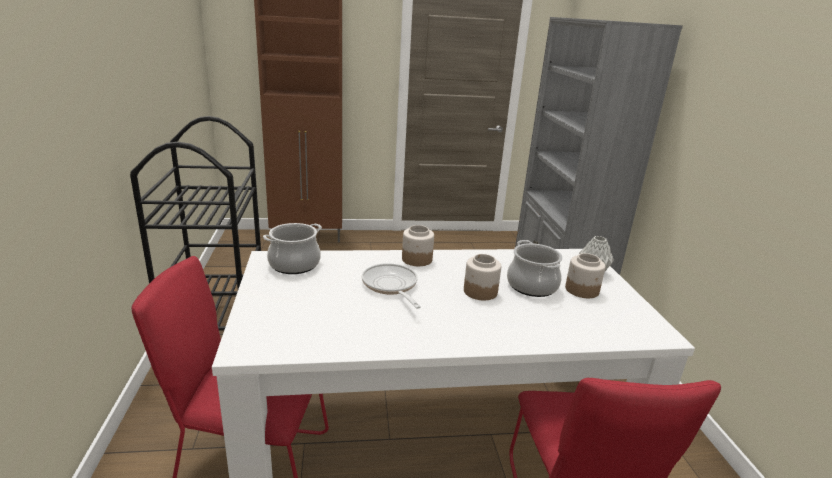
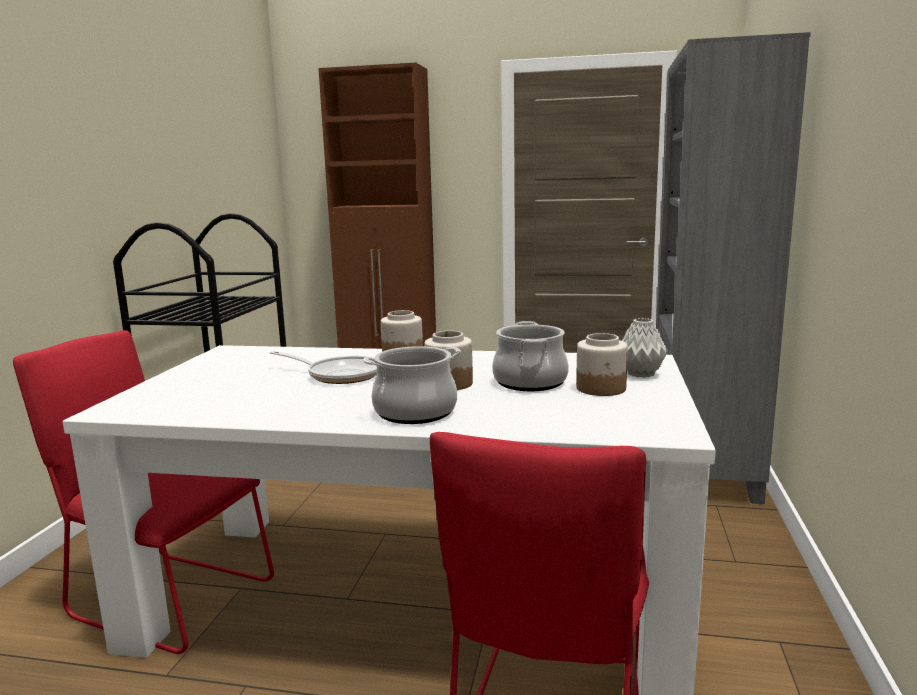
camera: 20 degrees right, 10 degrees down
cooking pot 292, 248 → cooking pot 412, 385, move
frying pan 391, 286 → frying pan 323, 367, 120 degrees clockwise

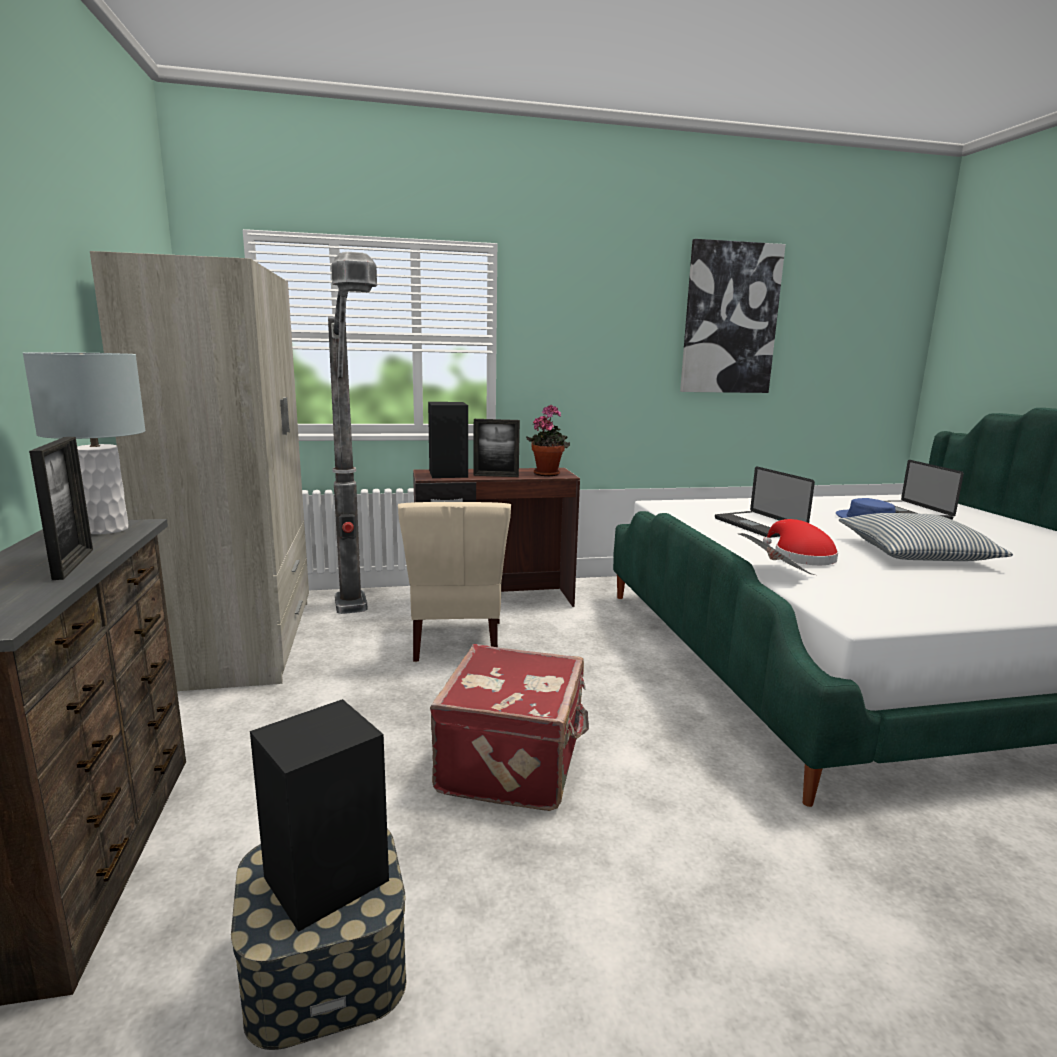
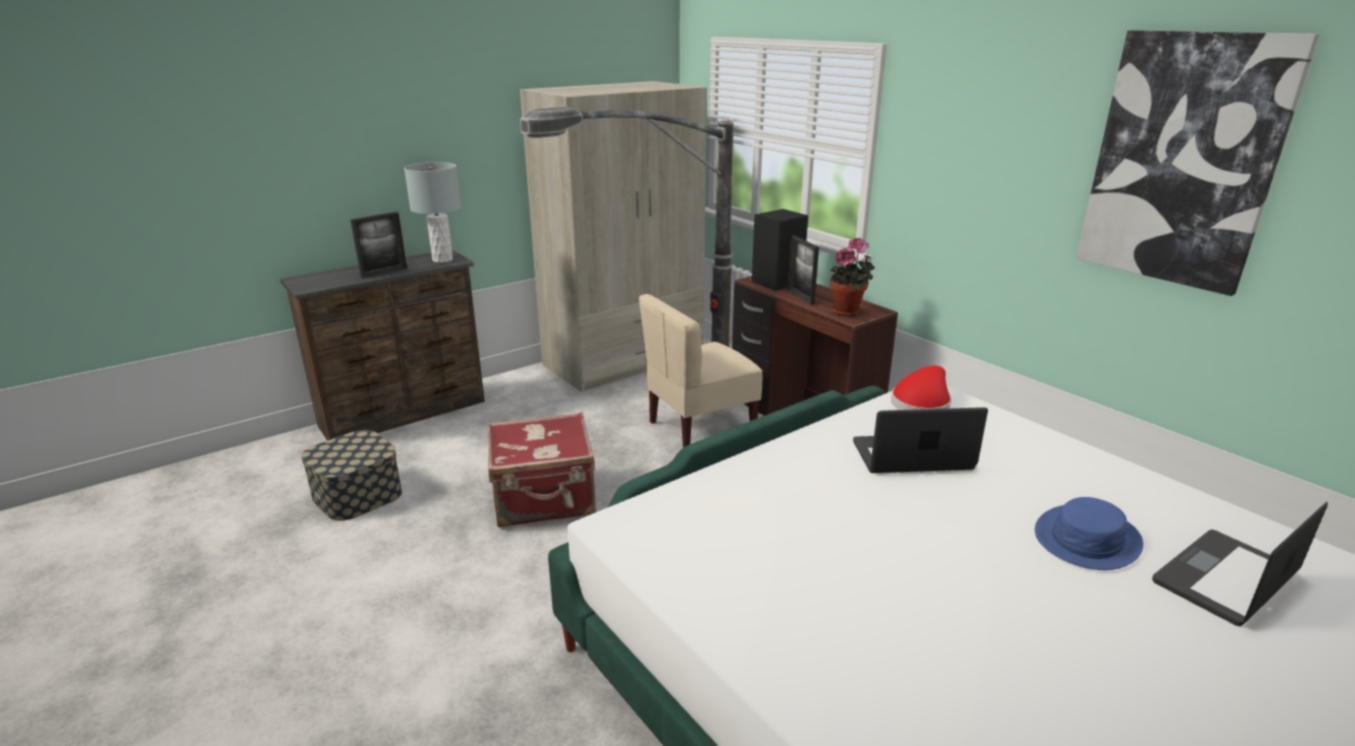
camera: 65 degrees right, 10 degrees up
black speaker 319, 815 → -
newspaper 777, 554 → -
pillow 926, 537 → -
red hat 801, 542 → red hat 921, 387, move
laptop 765, 502 → laptop 920, 440, 45 degrees clockwise

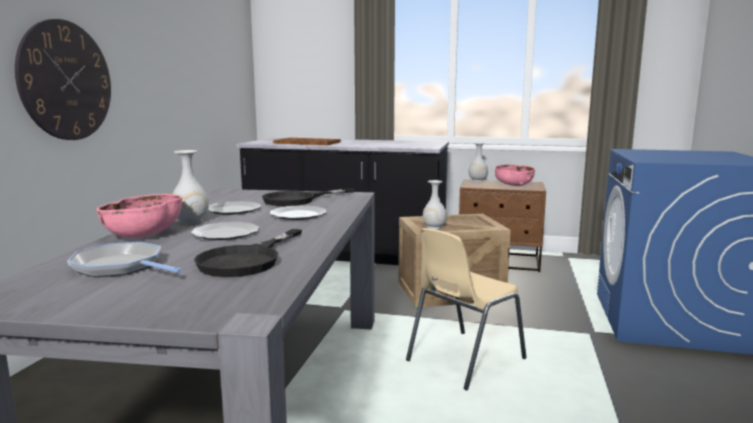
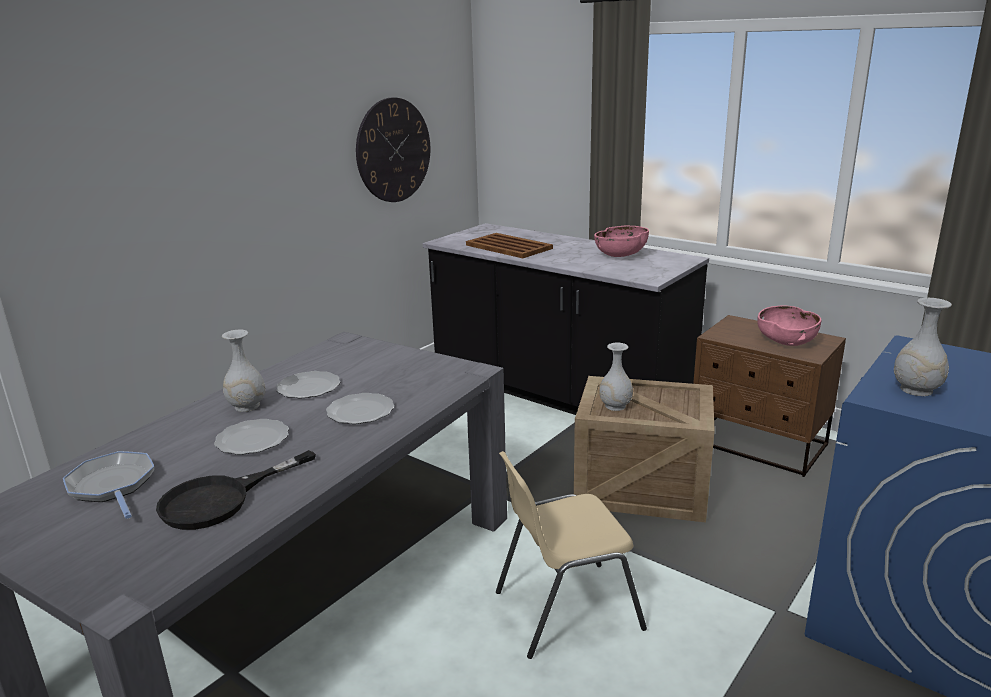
camera: 25 degrees right, 10 degrees up
black frying pan 308, 197 → -
wall clock 63, 79 → wall clock 393, 149, move
pink bowl 139, 216 → pink bowl 621, 241, move
white vase 478, 162 → white vase 923, 347, move

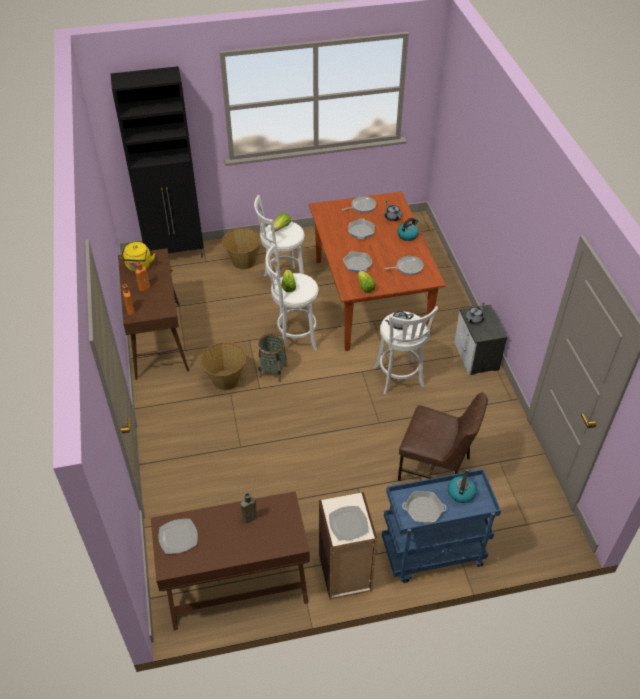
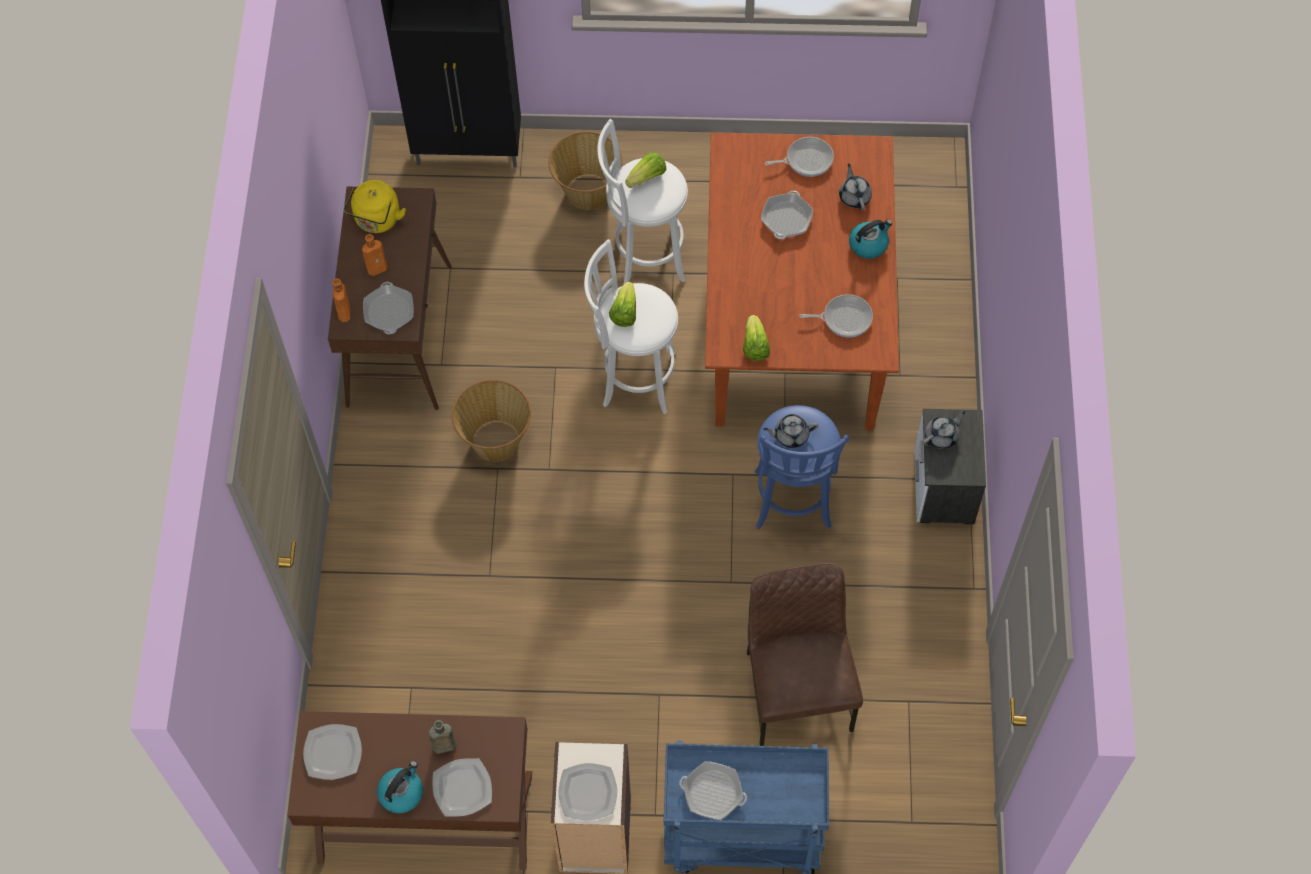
camera: 15 degrees right, 15 degrees up
basket 272, 358 → -
- → plate 462, 787
frying pan 358, 261 → frying pan 388, 308, move
kettle 462, 486 → kettle 400, 787, move
white stool 406, 350 → blue stool 801, 467
brown chair 443, 436 → brown chair 805, 654, 135 degrees counterclockwise

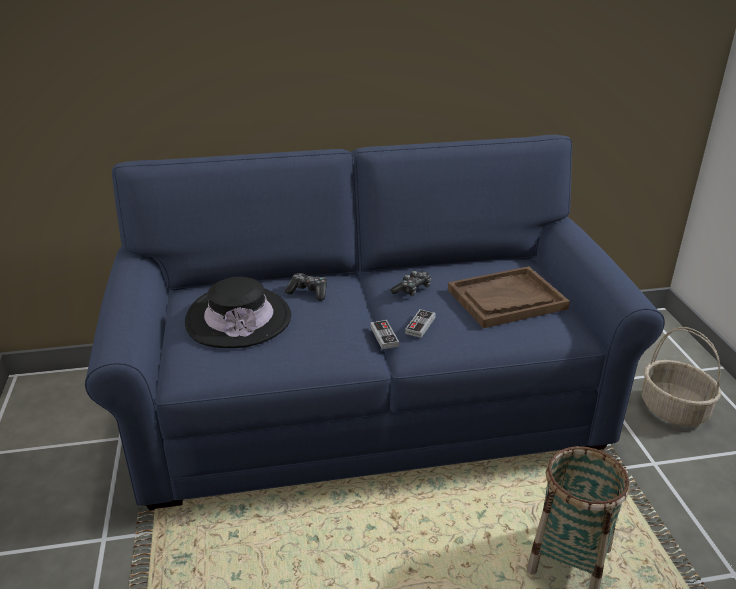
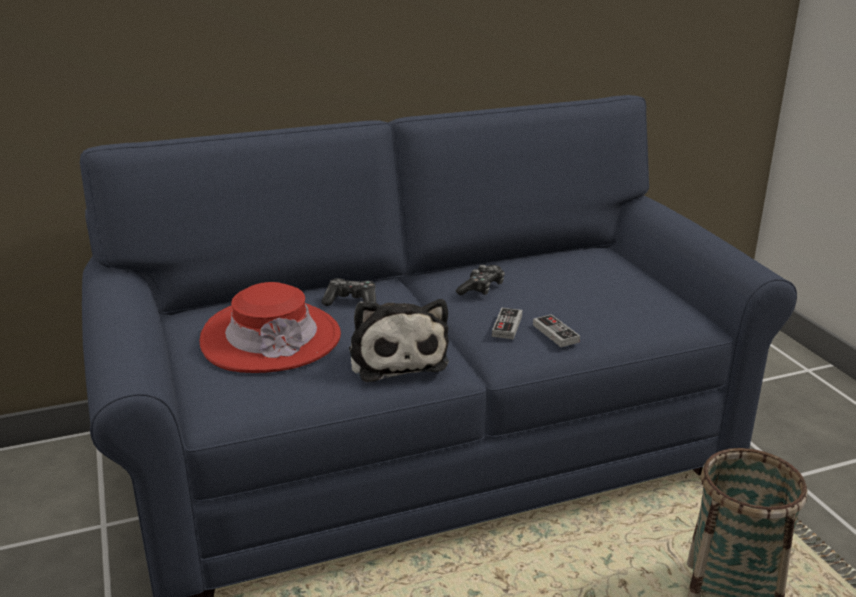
camera: 10 degrees left, 5 degrees down
brown tray 509, 297 → -
basket 681, 376 → -
- → plush toy 399, 340
game controller 384, 334 → game controller 556, 330, move
black hat 238, 312 → red hat 270, 327

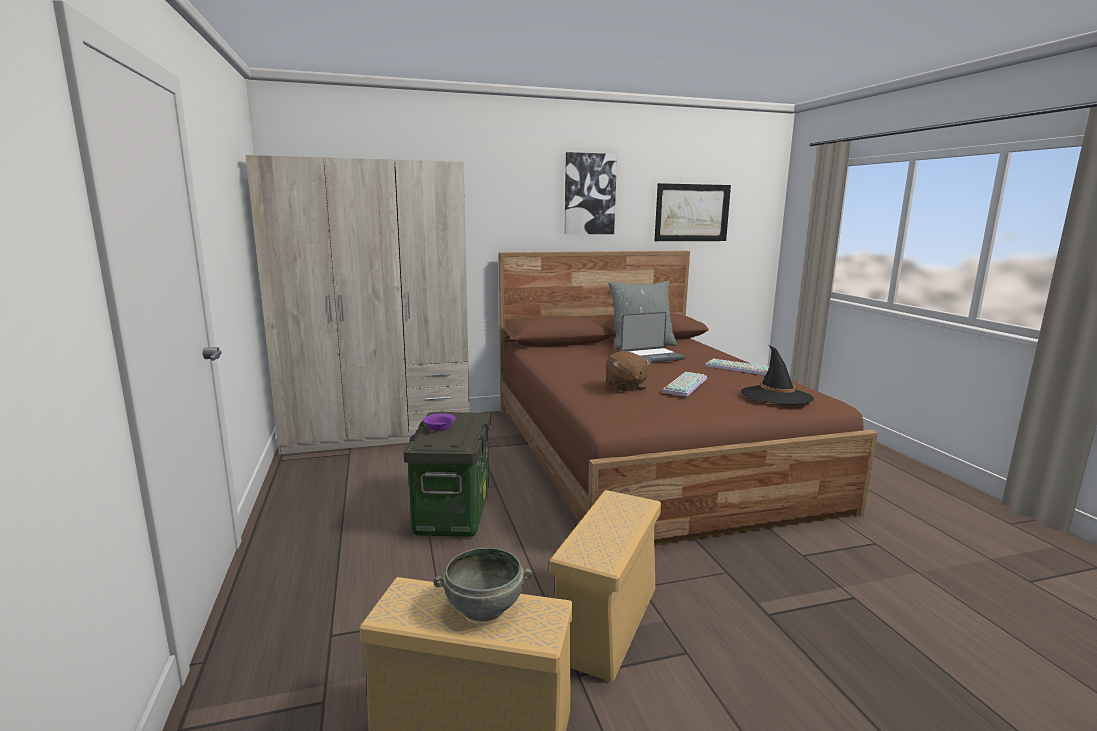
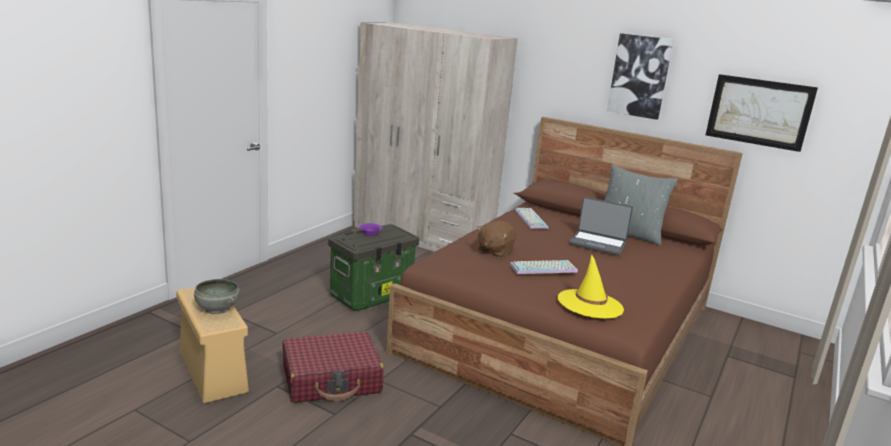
camera: 45 degrees right, 5 degrees up
keyboard 737, 366 → keyboard 532, 218, move
beige storage box 605, 586 → red suitcase 333, 367
black hat 777, 374 → yellow hat 591, 286

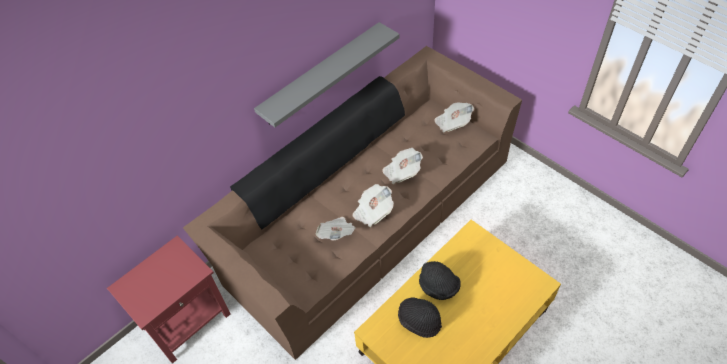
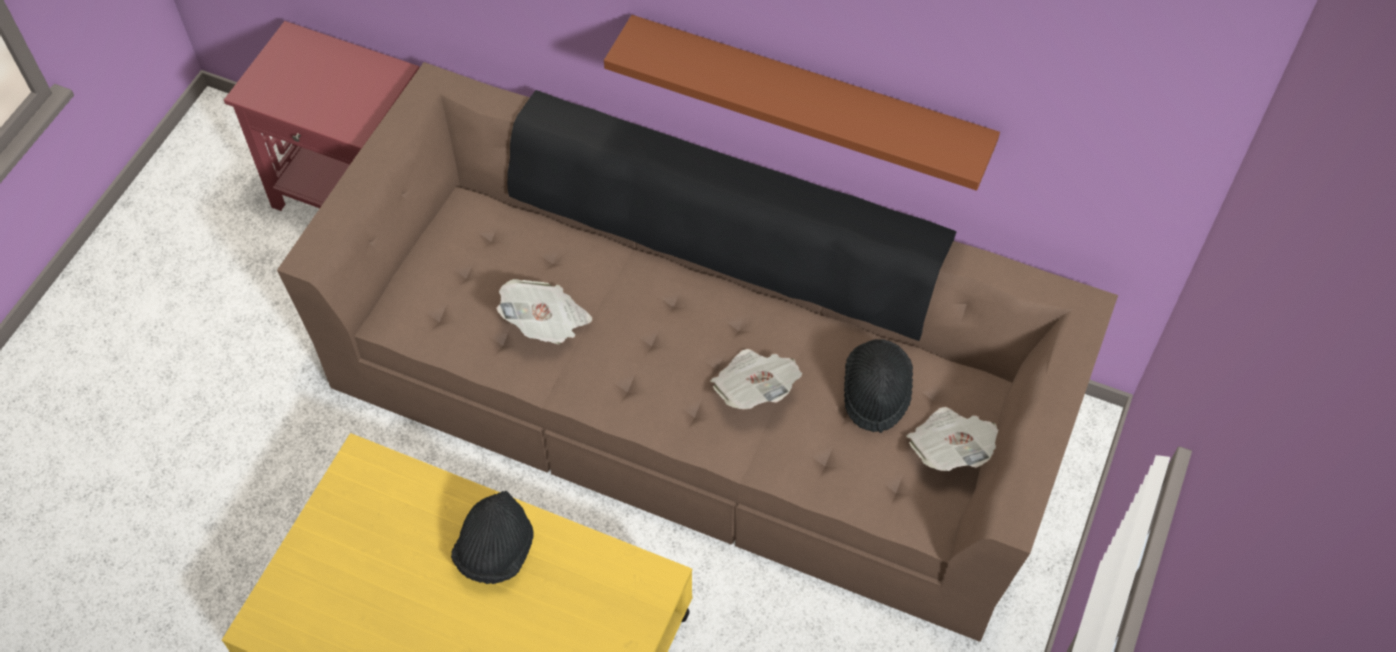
camera: 65 degrees right, 5 degrees up
newspaper 373, 205 → -
black hat 420, 317 → black hat 878, 386, move
grey shelf 326, 74 → brown shelf 802, 103

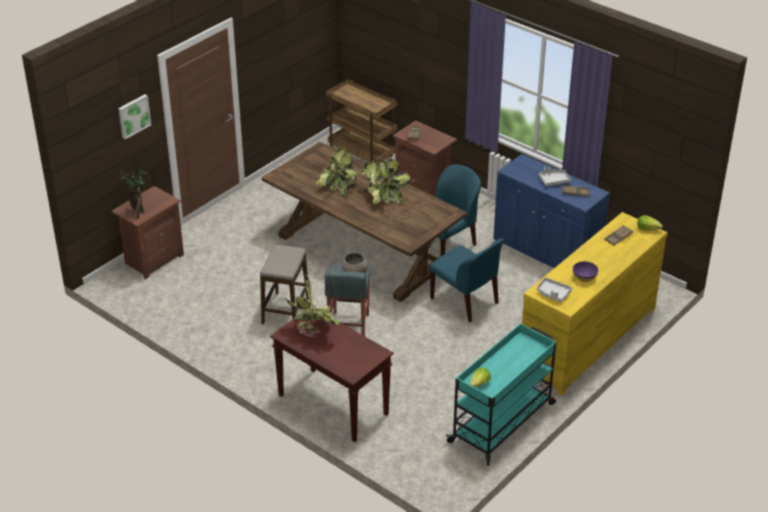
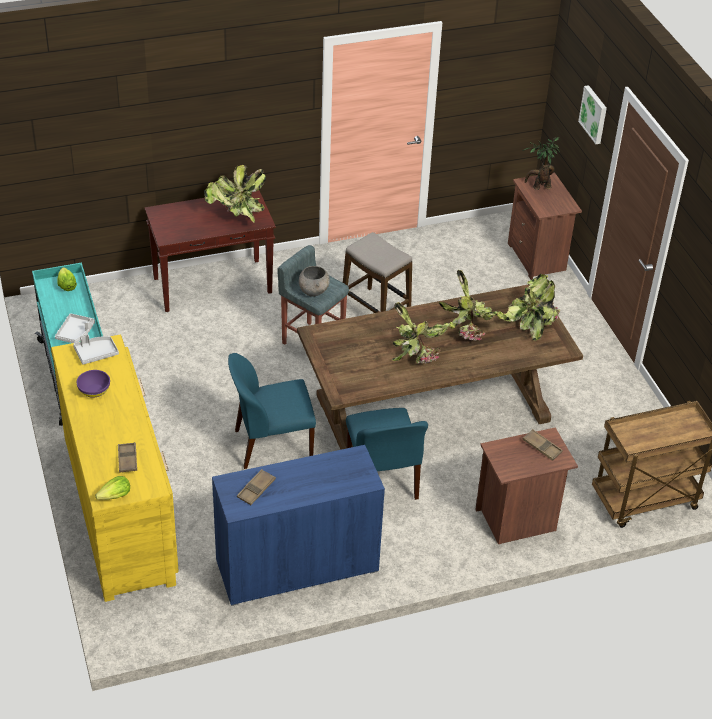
camera: 120 degrees right, 5 degrees up
- → potted plant 531, 307
grey tray 554, 176 → grey tray 75, 328, move

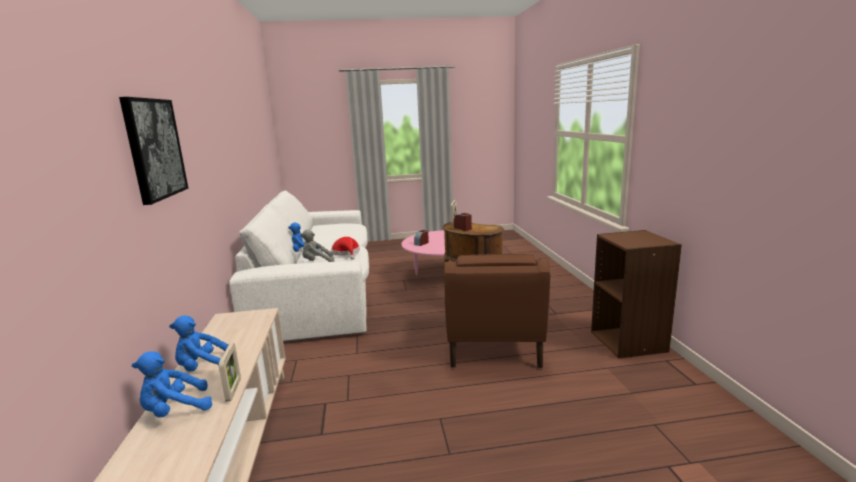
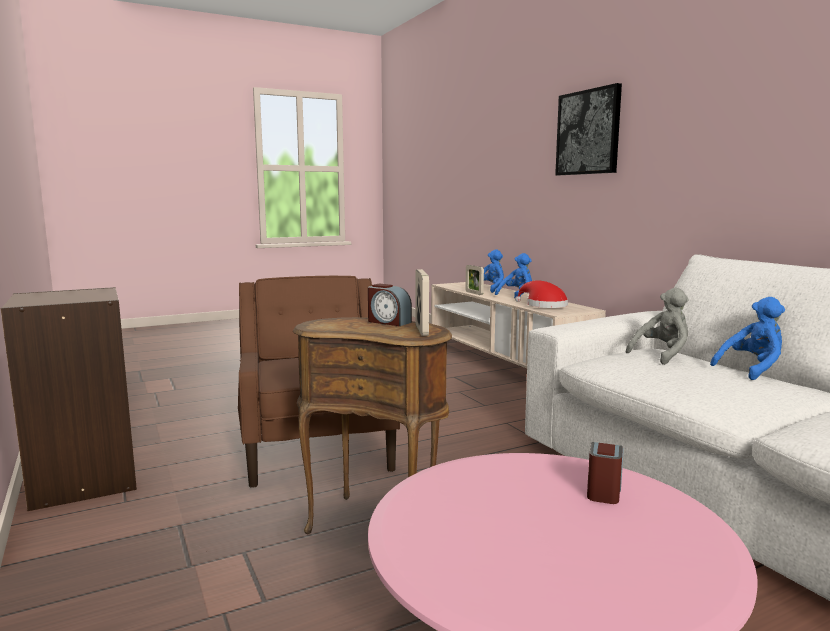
camera: 160 degrees right, 5 degrees down
red hat 345, 248 → red hat 541, 294, move

